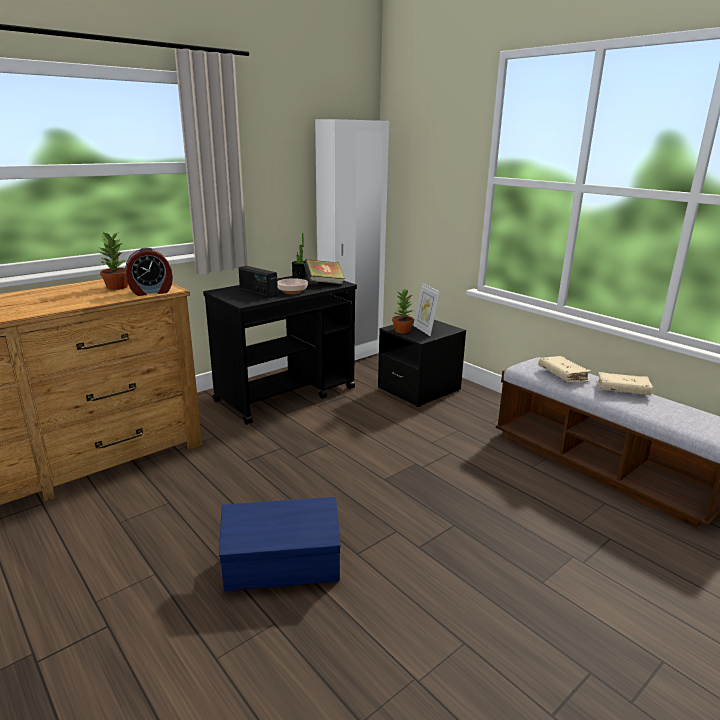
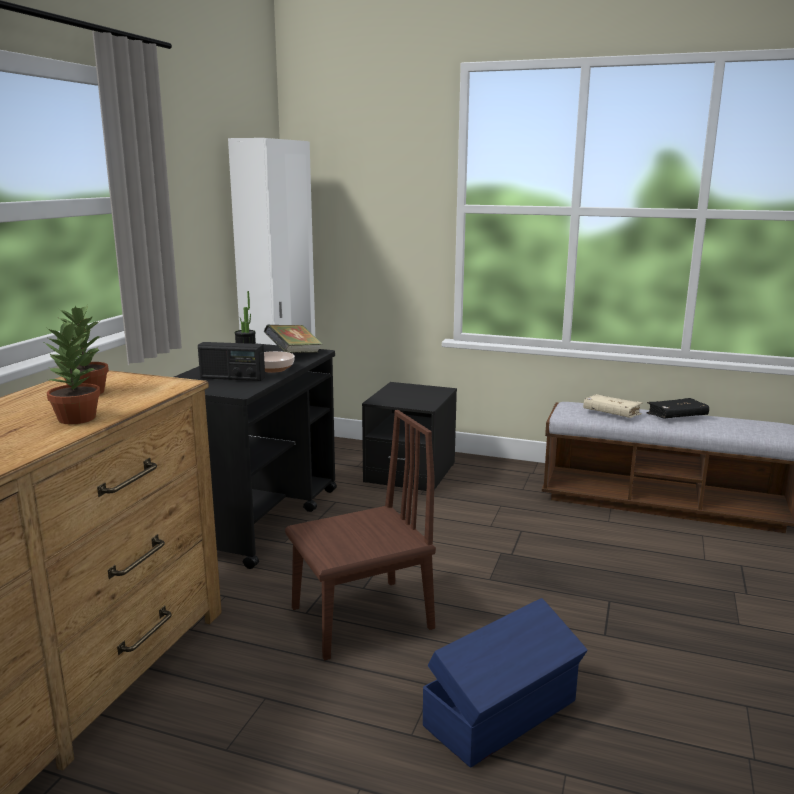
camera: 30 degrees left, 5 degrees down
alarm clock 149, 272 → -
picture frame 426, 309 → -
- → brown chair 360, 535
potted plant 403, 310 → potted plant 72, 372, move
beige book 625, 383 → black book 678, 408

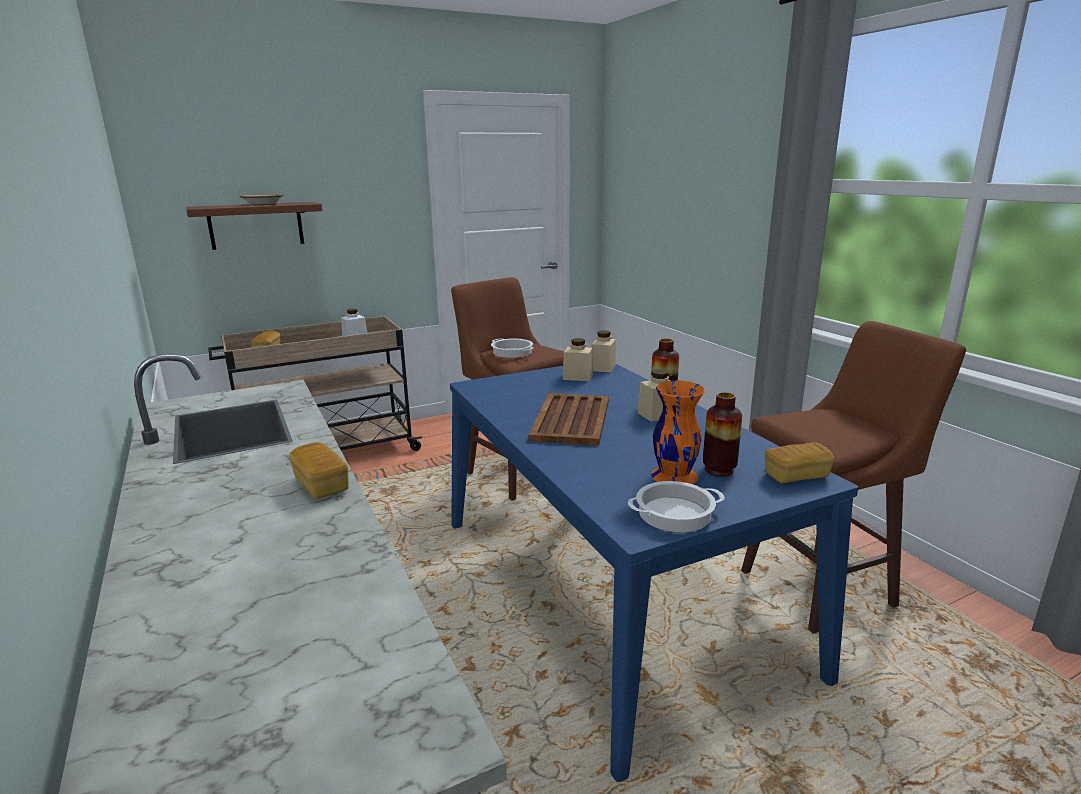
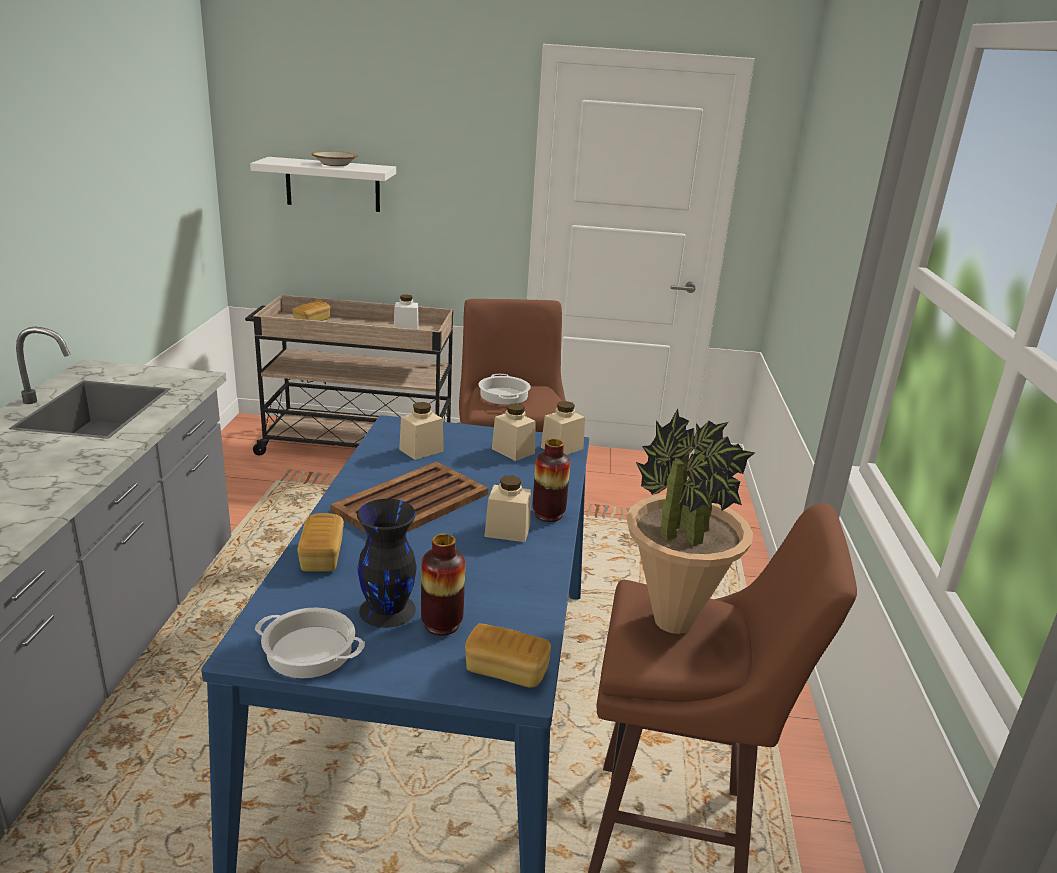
camera: 30 degrees right, 5 degrees up
- → beige jar 421, 431
- → potted plant 690, 521
bread 319, 470 → bread 320, 542, move
brown shelf 254, 226 → white shelf 323, 184
orange vase 678, 432 → black vase 387, 563

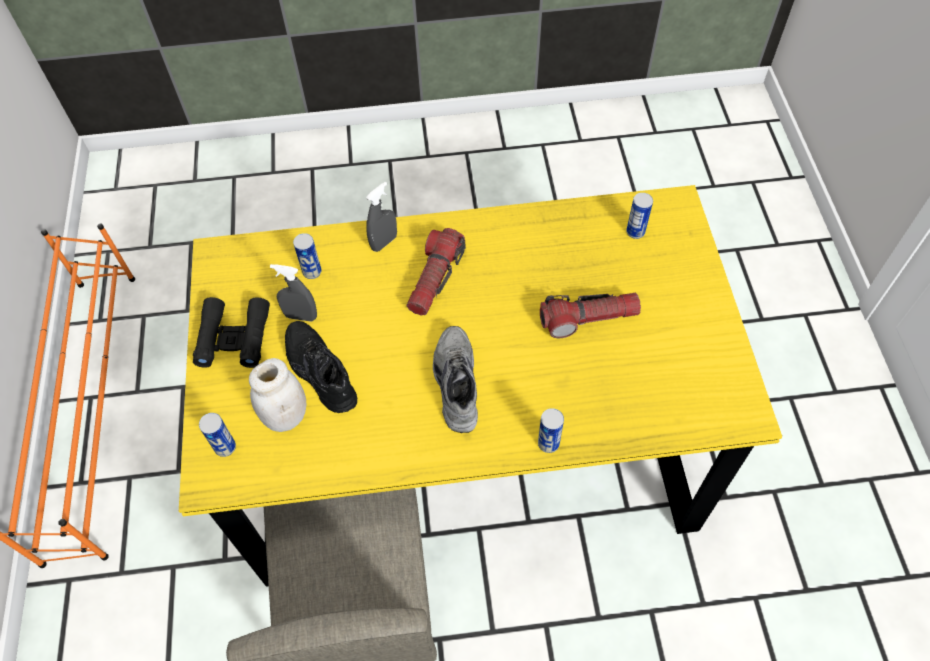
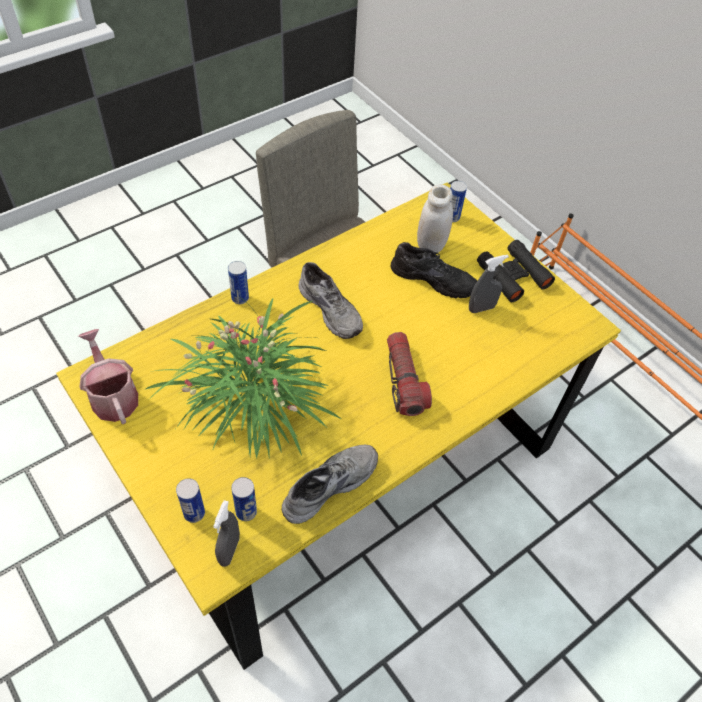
camera: 145 degrees right, 5 degrees down
- → watering can 108, 376
- → grey shoe 330, 484
can 307, 256 → can 190, 500, move
grey spray bottle 381, 216 → grey spray bottle 226, 533, move
flashlight 590, 315 → potted plant 242, 378

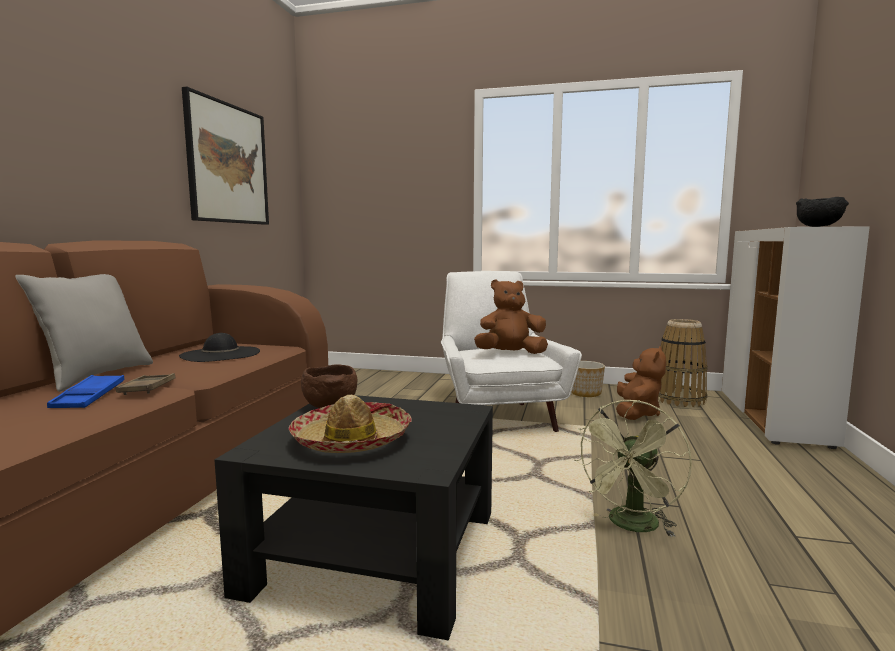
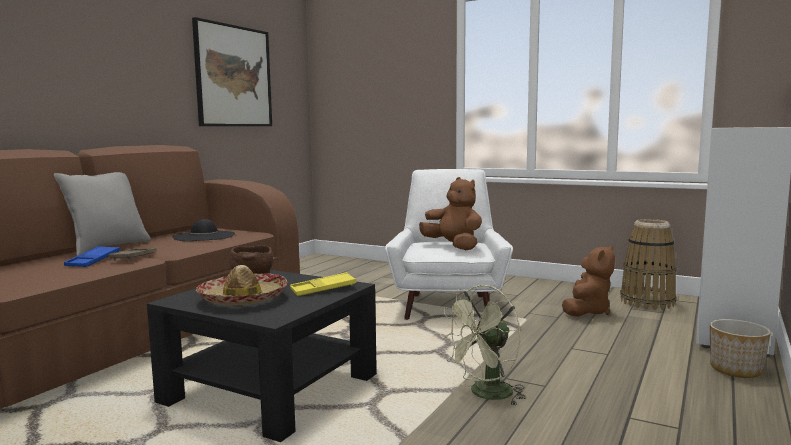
camera: 15 degrees right, 0 degrees up
black bowl 822, 212 → -
- → yellow tray 323, 284
planter 588, 379 → planter 740, 348, move
brown plush toy 511, 316 → brown plush toy 450, 213, 45 degrees clockwise

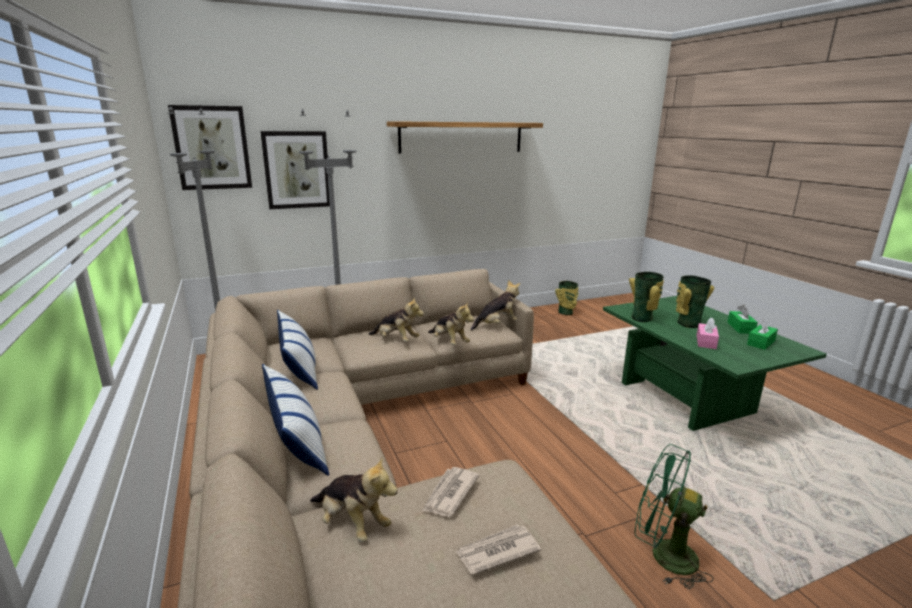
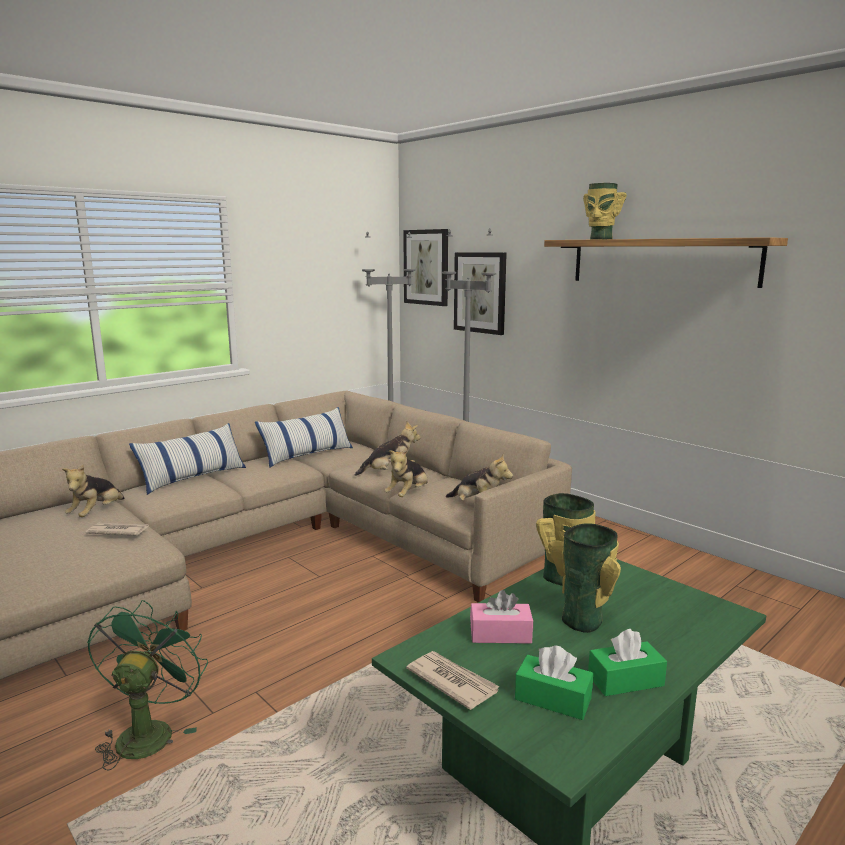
camera: 70 degrees right, 5 degrees down
newspaper 498, 550 → newspaper 453, 680, move
vase 566, 298 → vase 605, 211, move
plush toy 396, 319 → plush toy 388, 448, 105 degrees counterclockwise

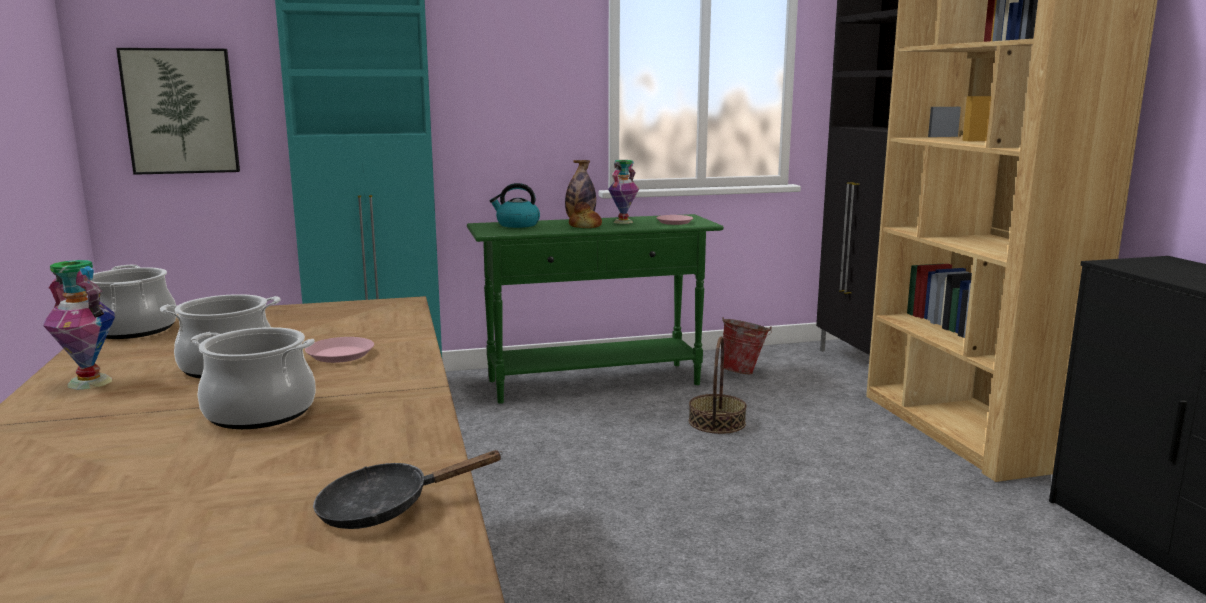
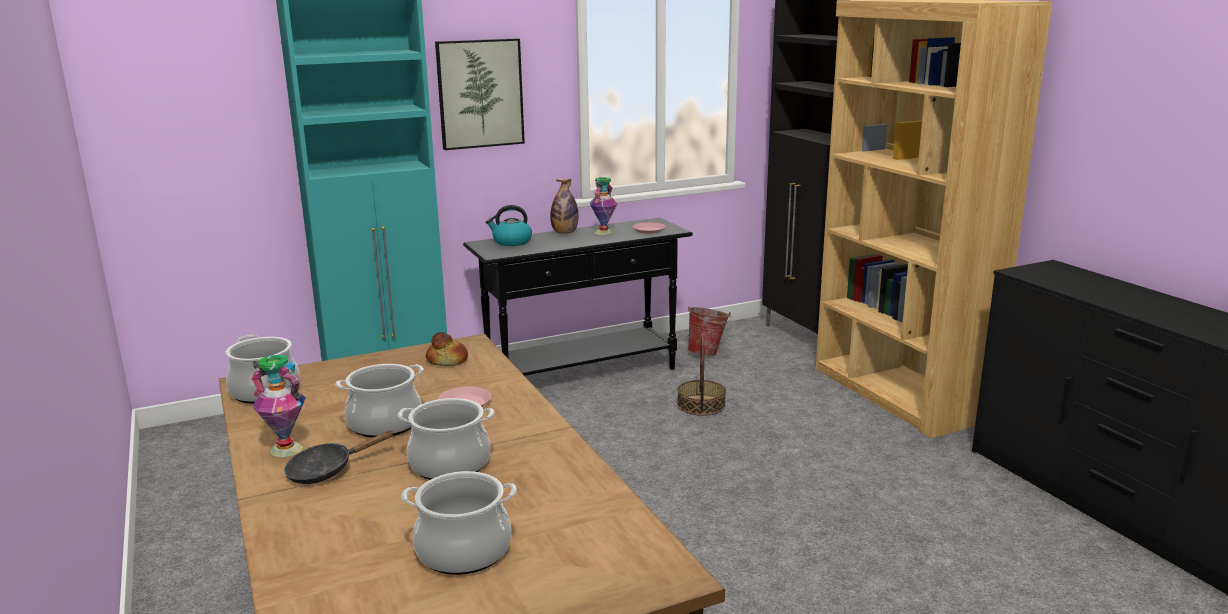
camera: 10 degrees left, 5 degrees up
- → cooking pot 459, 523
picture 178, 111 → picture 480, 94, move
black frying pan 408, 489 → black frying pan 339, 457, move
bread 585, 215 → bread 447, 349, move
green console table 595, 309 → black console table 578, 297

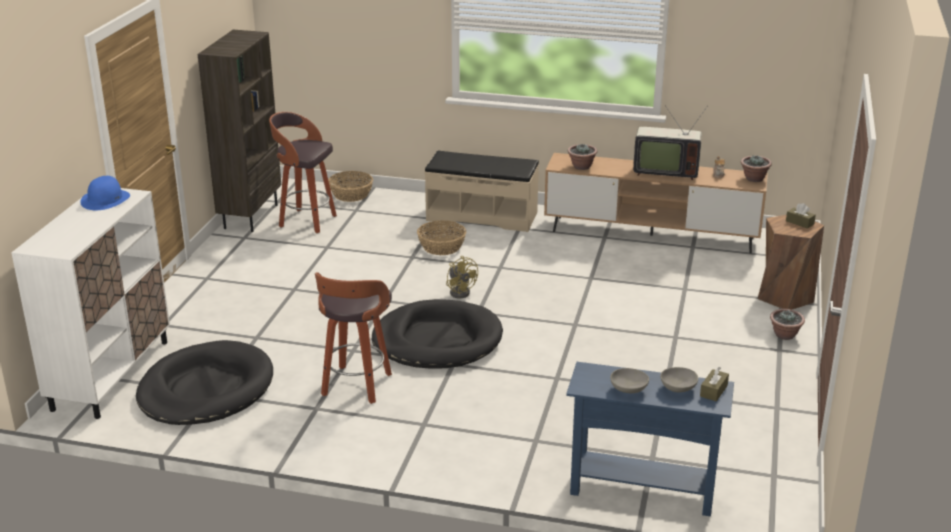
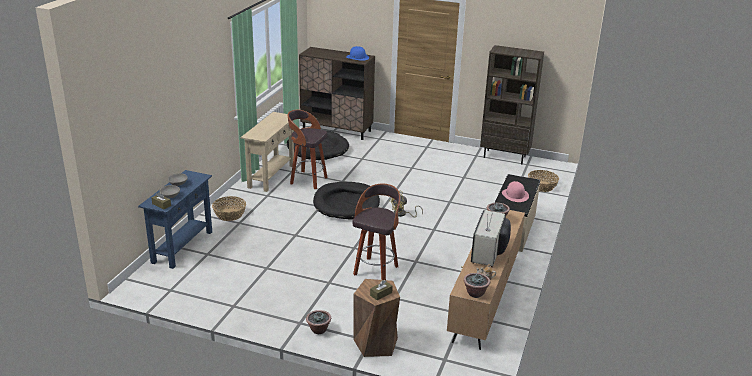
camera: 95 degrees right, 0 degrees up
- → beige console table 267, 152
- → pink hat 515, 191
stool 303, 172 → stool 376, 232, move
basket 441, 237 → basket 229, 208, move
white cabinet 90, 303 → brown cabinet 337, 93

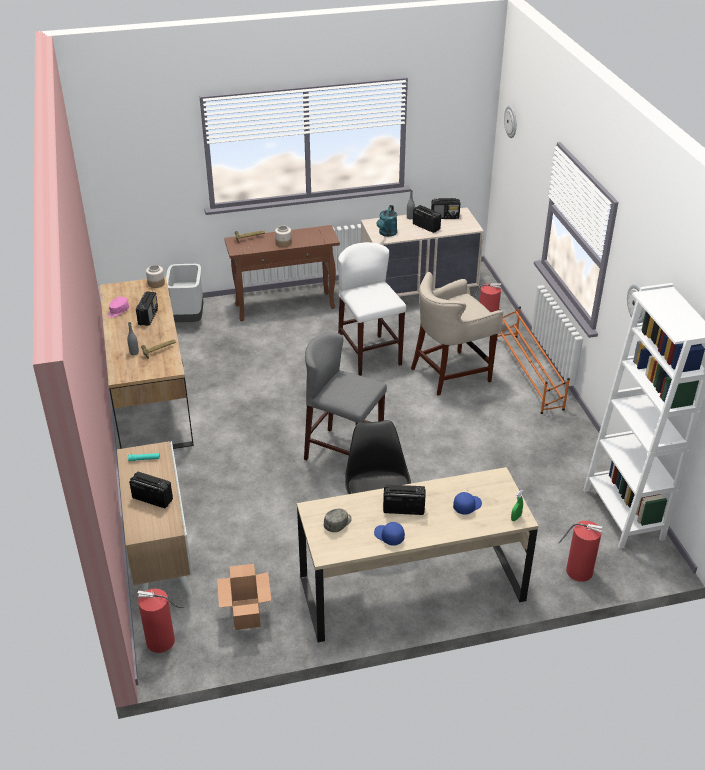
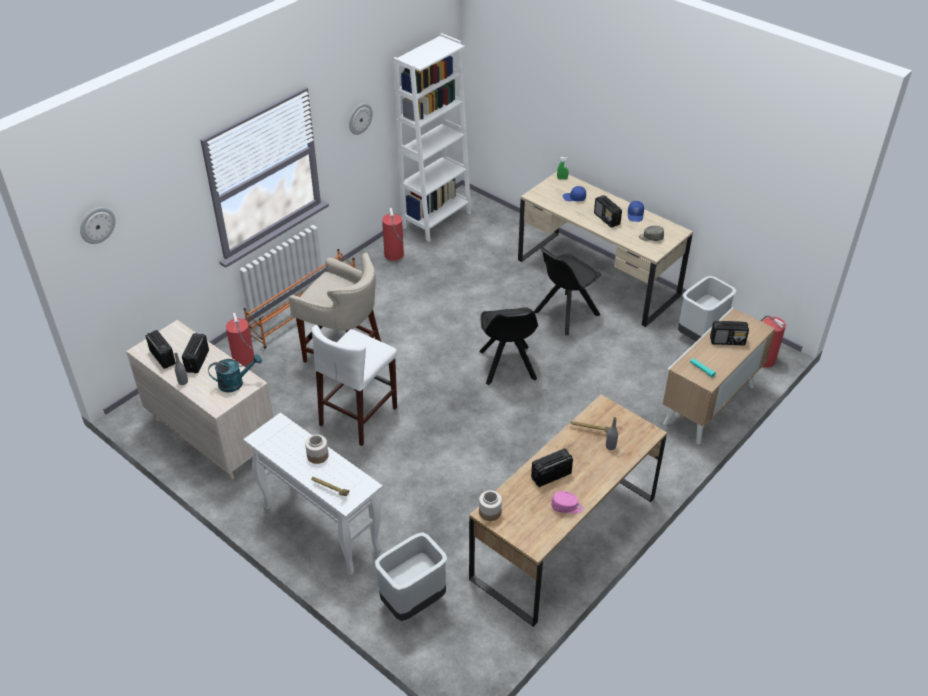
camera: 125 degrees left, 5 degrees up
fire extinguisher 580, 551 → fire extinguisher 393, 234, move
cardboard box 244, 597 → grey trash can 707, 308
grey stool 345, 397 → black chair 508, 346
brown console table 282, 273 → white console table 313, 494
radio 151, 489 → radio 729, 332, 75 degrees counterclockwise

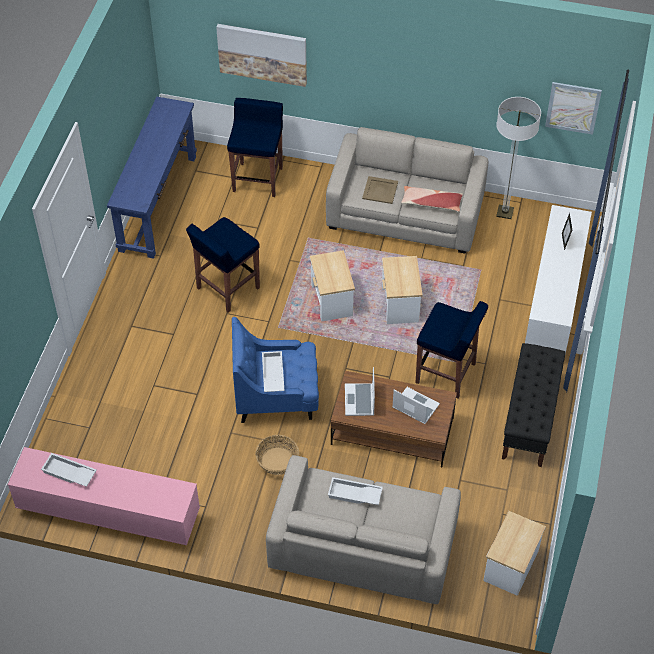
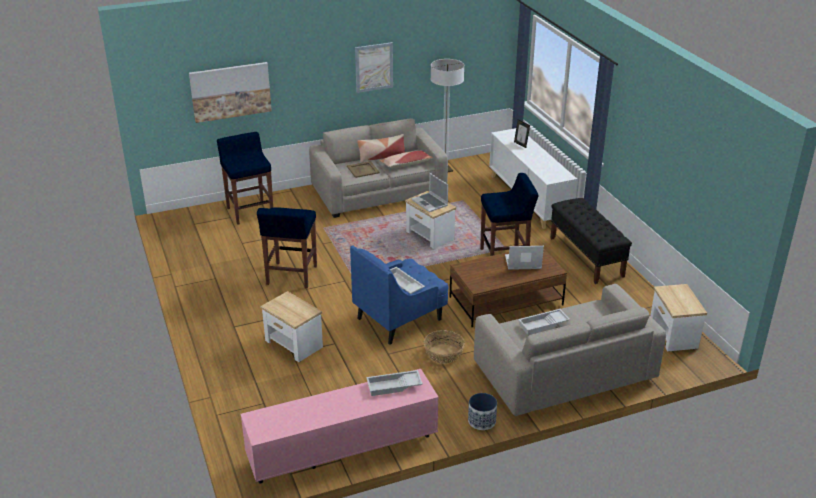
camera: 35 degrees left, 20 degrees down
blue console table 152, 178 → -
- → pillow 381, 148
- → planter 482, 411
white tray 68, 470 → white tray 394, 383, move
side table 332, 285 → side table 292, 326, move
laptop 360, 391 → laptop 430, 192, move
picture 573, 108 → picture 374, 67, move

